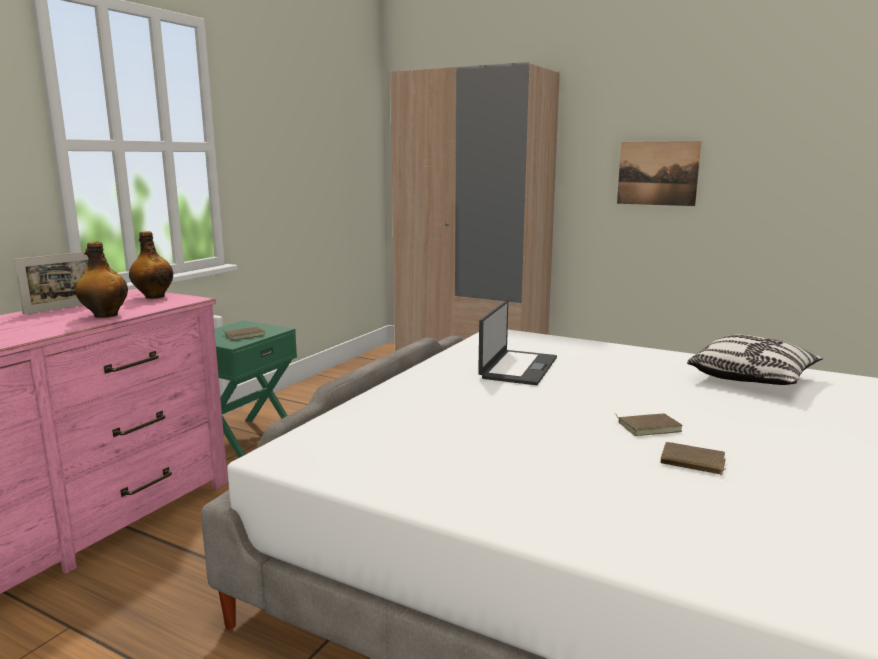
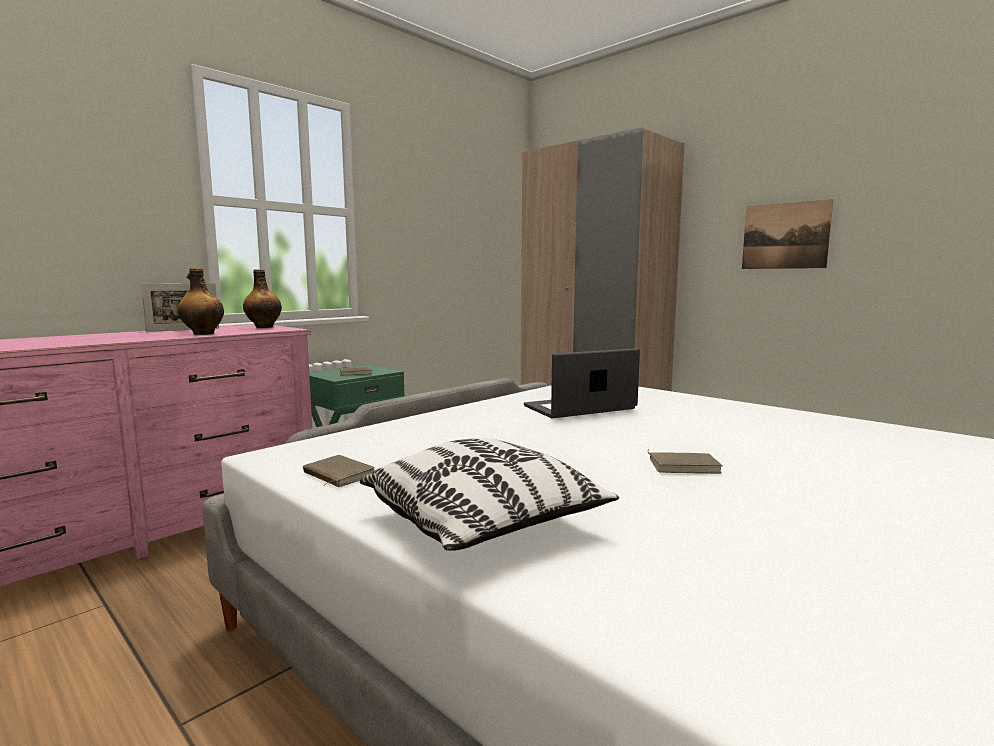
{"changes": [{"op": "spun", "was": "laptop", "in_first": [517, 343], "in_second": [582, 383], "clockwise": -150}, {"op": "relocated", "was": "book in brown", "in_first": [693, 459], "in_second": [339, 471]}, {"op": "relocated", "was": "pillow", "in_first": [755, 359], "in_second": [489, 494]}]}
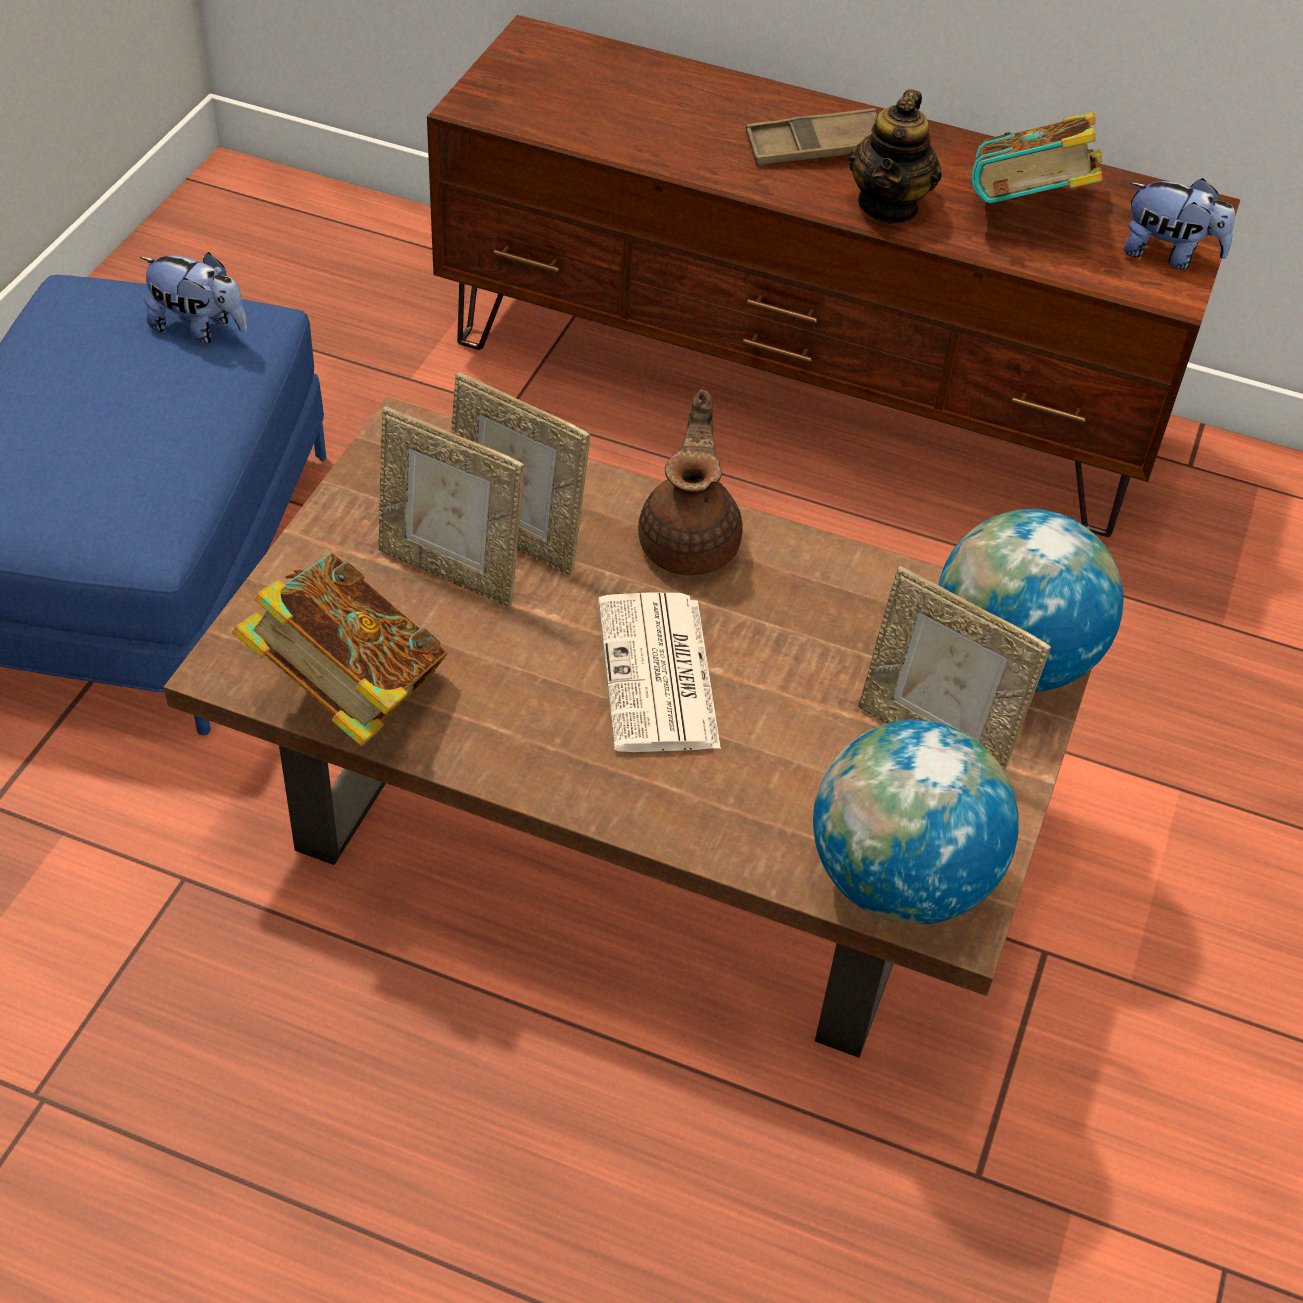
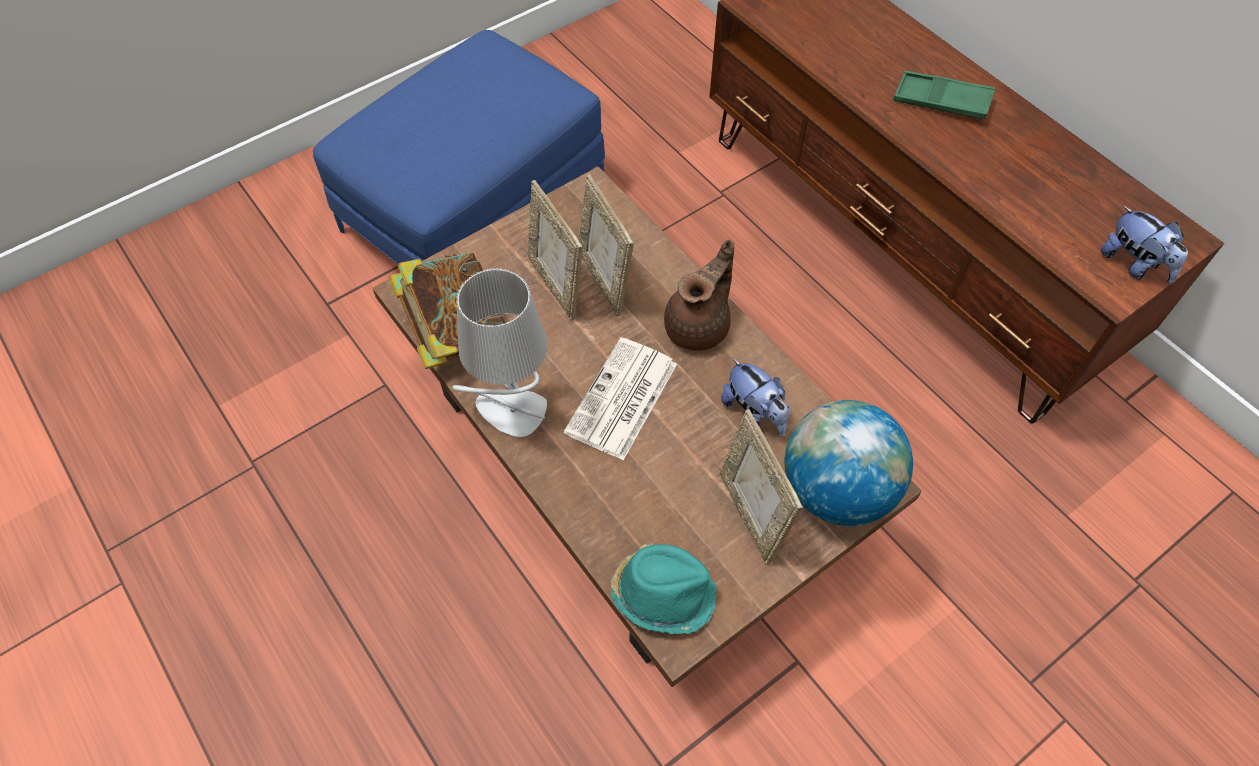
{"changes": [{"op": "relocated", "was": "plush toy", "in_first": [193, 297], "in_second": [755, 397]}, {"op": "colour", "was": "tray in brown", "now": "tray in green", "in_first": [812, 137], "in_second": [944, 95]}, {"op": "exchanged", "was": "globe", "now": "hat in turquoise", "in_first": [916, 822], "in_second": [664, 588]}, {"op": "missing", "was": "teapot", "in_first": [895, 156]}, {"op": "missing", "was": "book", "in_first": [1037, 157]}, {"op": "appeared", "now": "table lamp in grey", "in_second": [500, 353]}]}
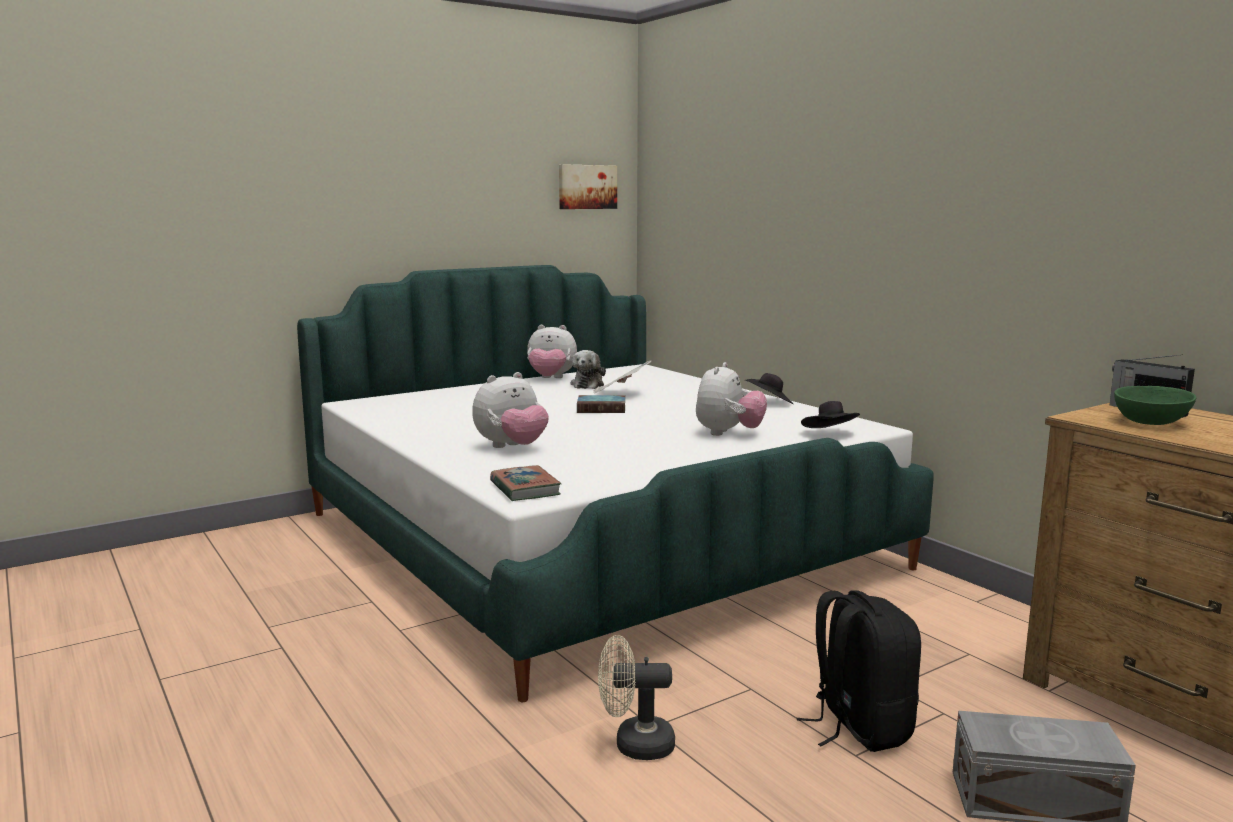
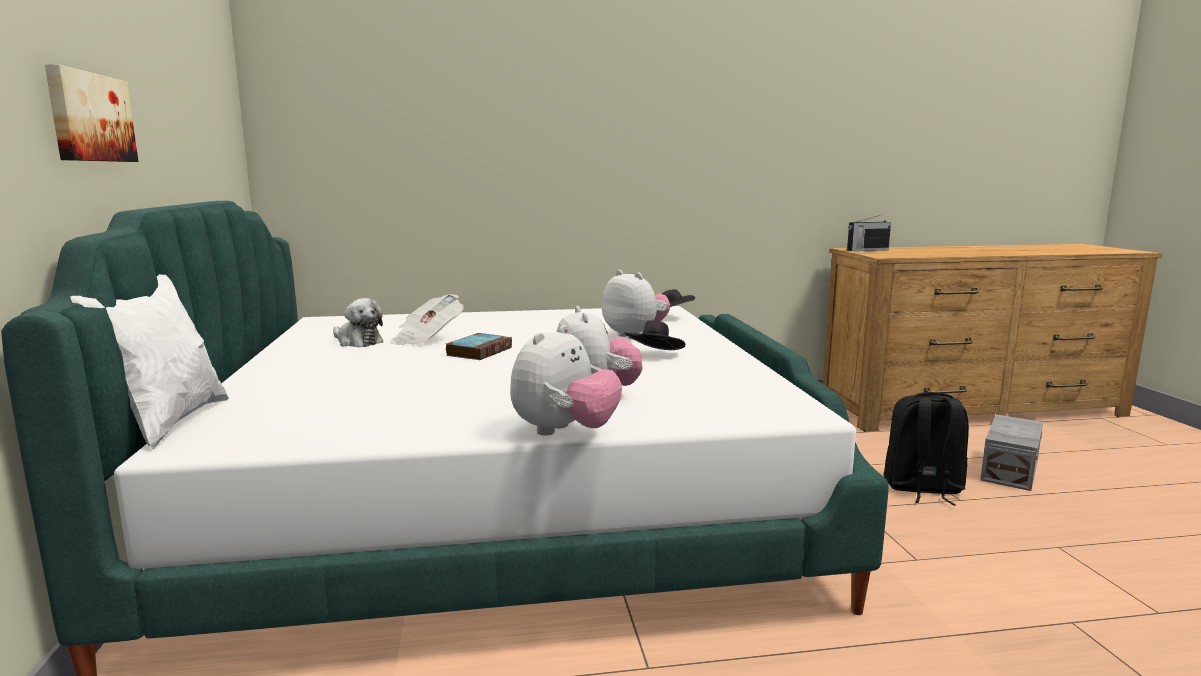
{"changes": [{"op": "missing", "was": "book", "in_first": [526, 483]}, {"op": "relocated", "was": "plush toy", "in_first": [552, 351], "in_second": [566, 380]}, {"op": "relocated", "was": "picture", "in_first": [588, 186], "in_second": [91, 113]}, {"op": "missing", "was": "fan in beige", "in_first": [636, 697]}, {"op": "relocated", "was": "hat in black", "in_first": [769, 388], "in_second": [654, 335]}, {"op": "missing", "was": "bowl in green", "in_first": [1155, 405]}, {"op": "appeared", "now": "pillow in white", "in_second": [149, 361]}]}
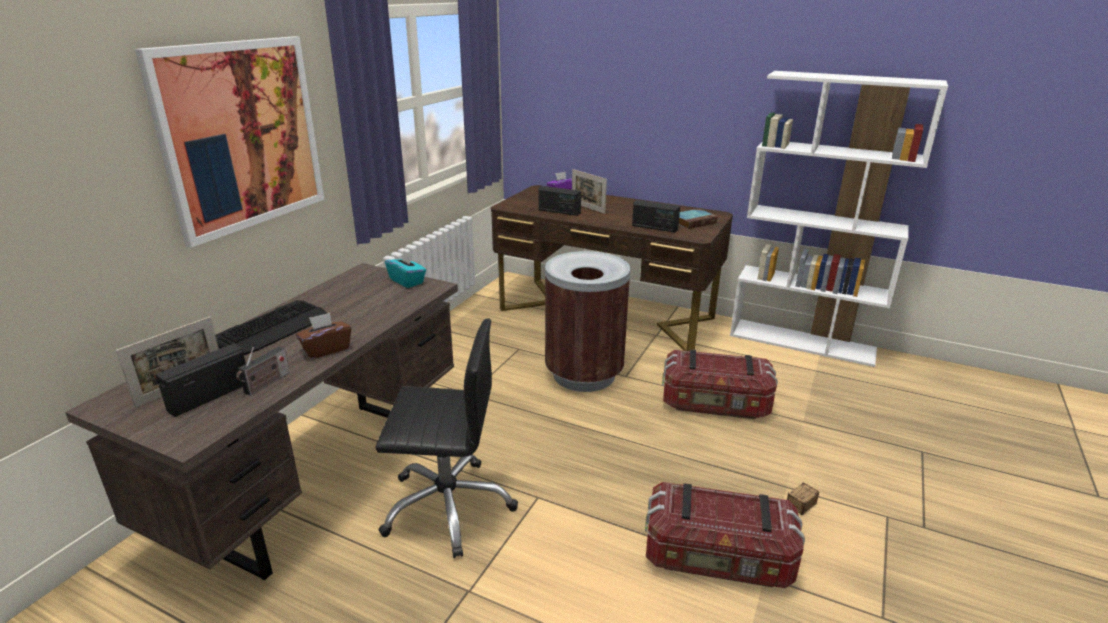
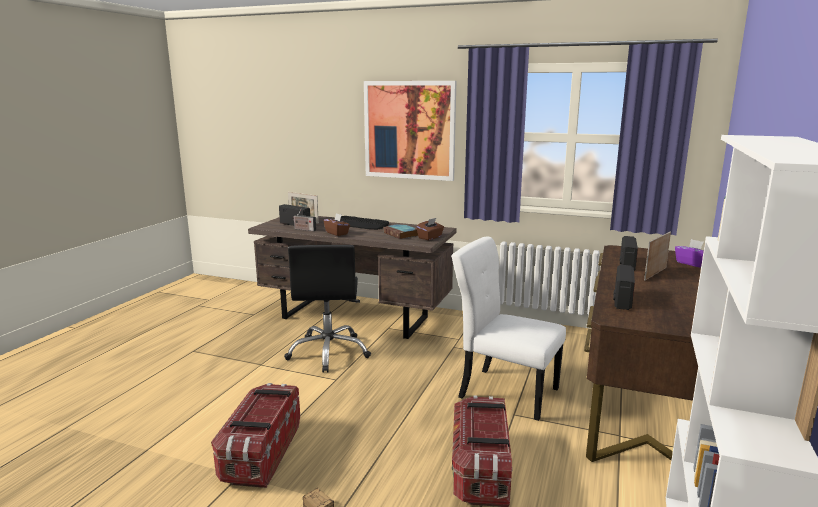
{"changes": [{"op": "colour", "was": "tissue box in turquoise", "now": "tissue box in brown", "in_first": [405, 269], "in_second": [430, 229]}, {"op": "exchanged", "was": "trash can in brown", "now": "chair in white", "in_first": [587, 321], "in_second": [508, 329]}, {"op": "relocated", "was": "book", "in_first": [698, 219], "in_second": [400, 231]}]}
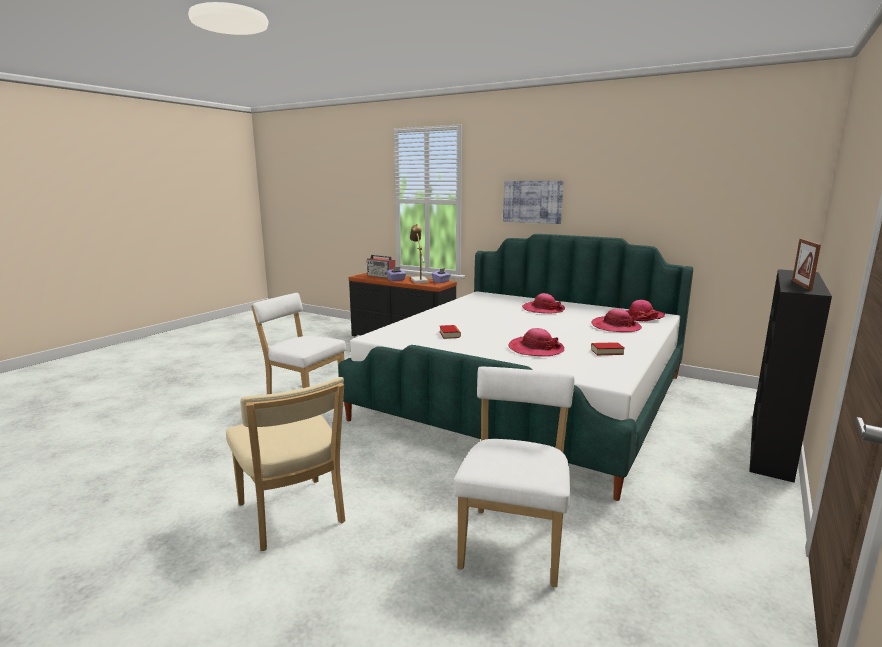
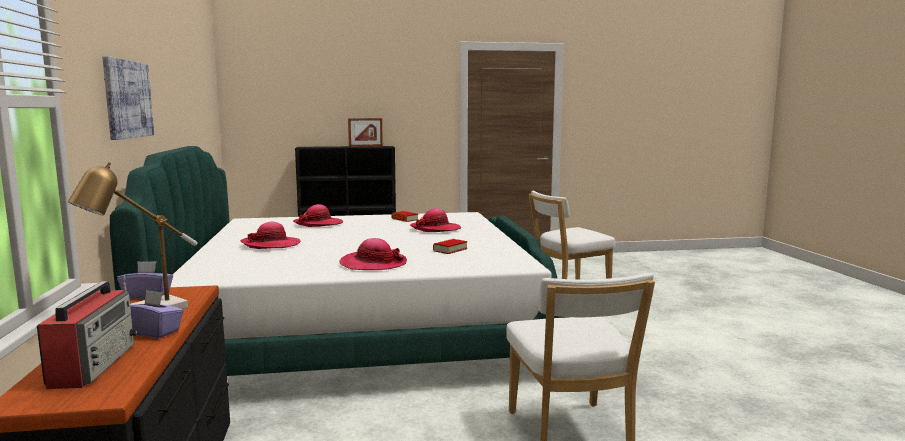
{"changes": [{"op": "missing", "was": "chair in beige", "in_first": [285, 464]}, {"op": "relocated", "was": "hat", "in_first": [645, 310], "in_second": [373, 254]}]}
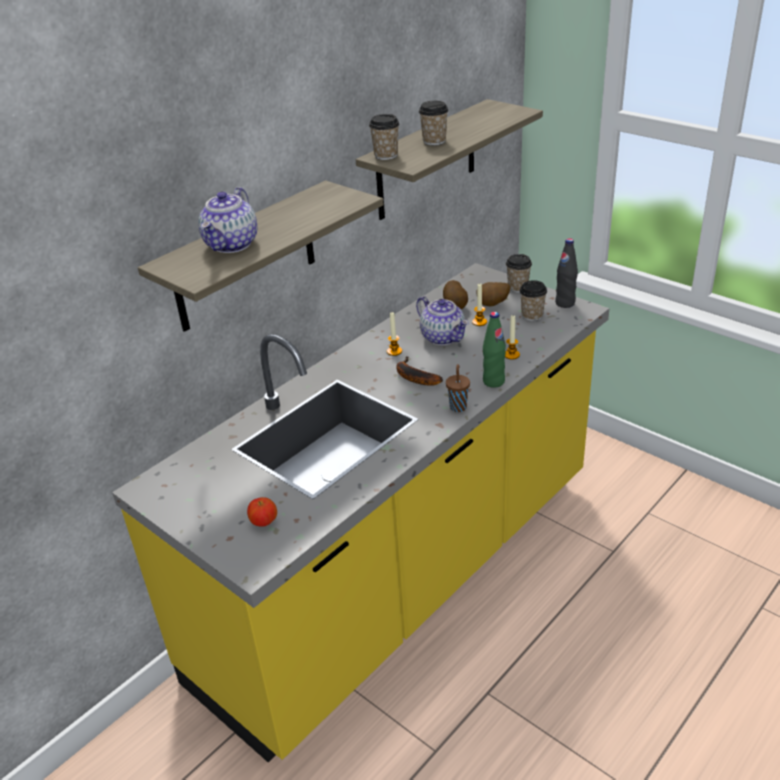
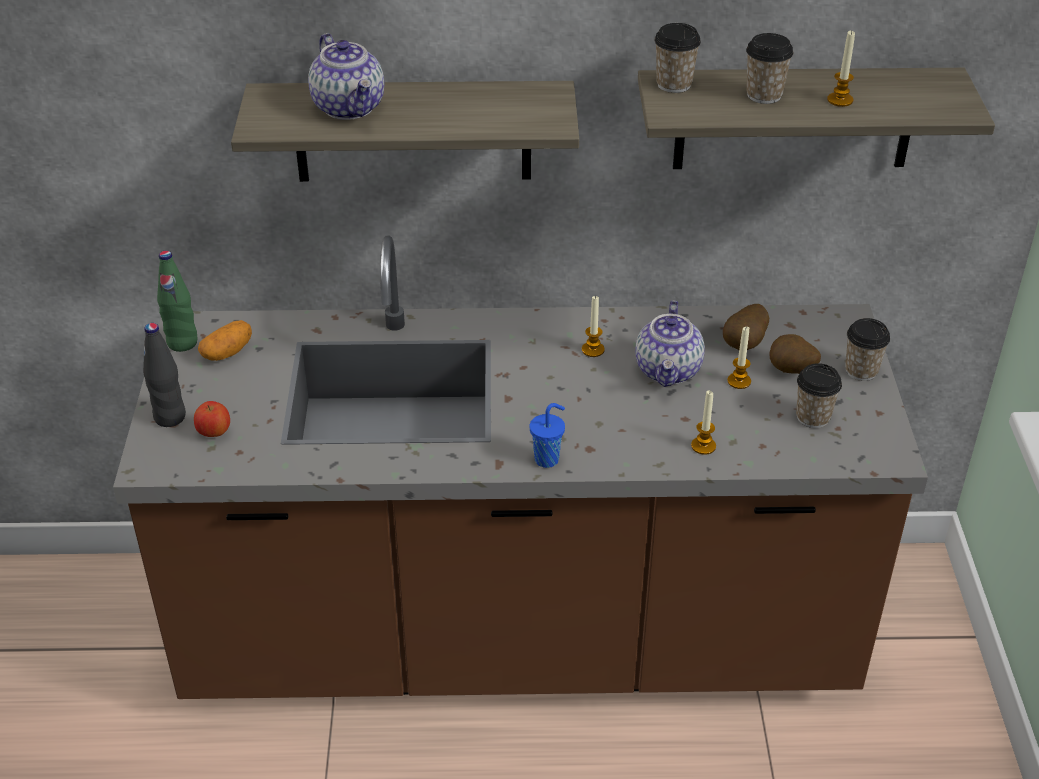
{"changes": [{"op": "colour", "was": "counter in yellow", "now": "counter in brown", "in_first": [361, 512], "in_second": [520, 467]}, {"op": "spun", "was": "teapot", "in_first": [227, 220], "in_second": [346, 76], "clockwise": -90}, {"op": "missing", "was": "banana", "in_first": [419, 371]}, {"op": "colour", "was": "cup in brown", "now": "cup in blue", "in_first": [458, 388], "in_second": [547, 435]}, {"op": "relocated", "was": "bottle in green", "in_first": [494, 350], "in_second": [177, 301]}, {"op": "relocated", "was": "bottle in black", "in_first": [566, 273], "in_second": [164, 375]}, {"op": "appeared", "now": "potato", "in_second": [225, 340]}, {"op": "appeared", "now": "candle", "in_second": [841, 69]}]}
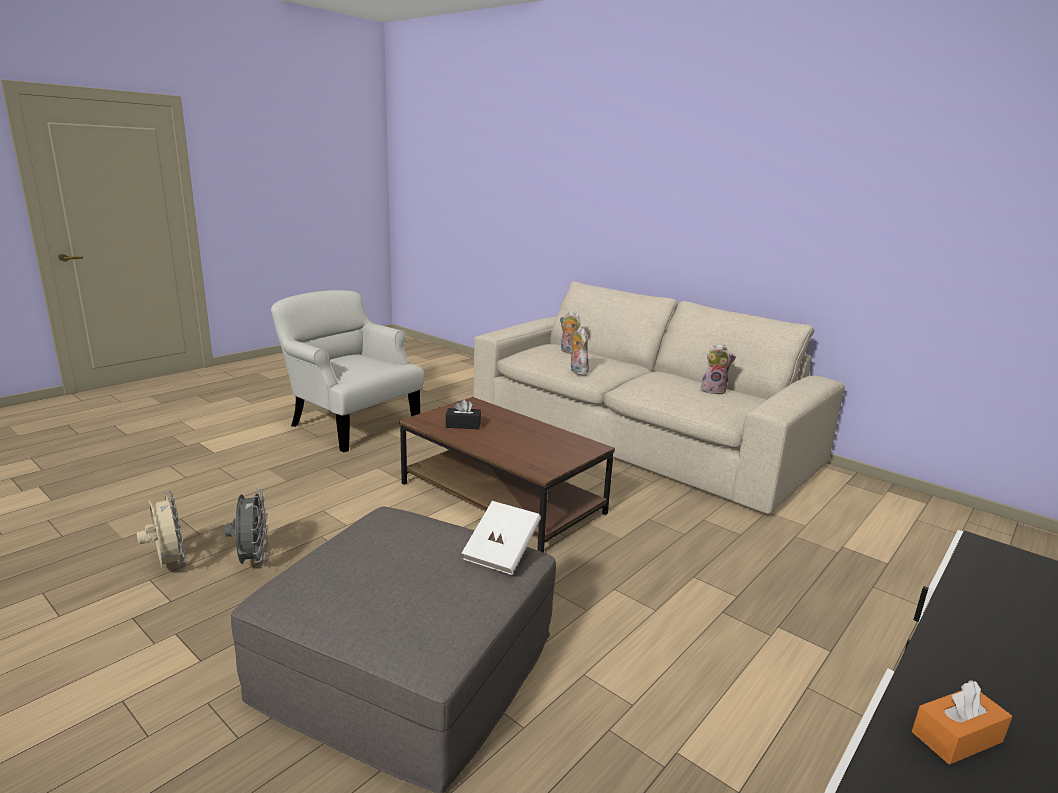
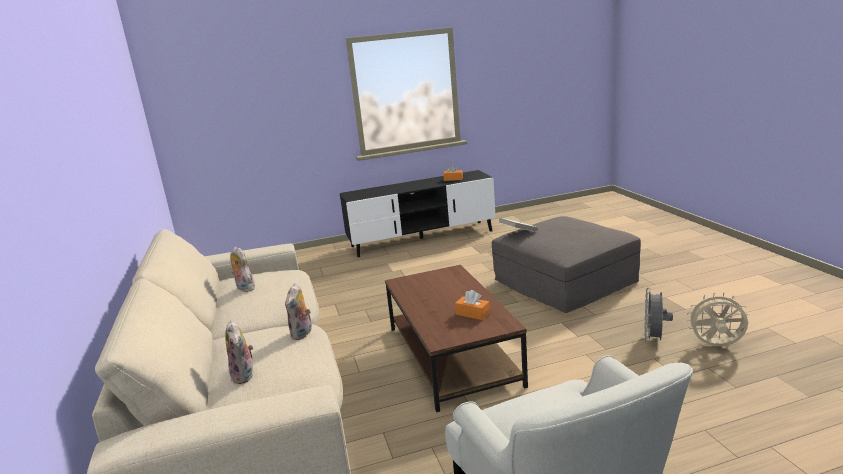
{"changes": [{"op": "spun", "was": "fan in beige", "in_first": [161, 530], "in_second": [717, 319], "clockwise": 105}, {"op": "colour", "was": "tissue box in black", "now": "tissue box in orange", "in_first": [463, 414], "in_second": [472, 305]}]}
